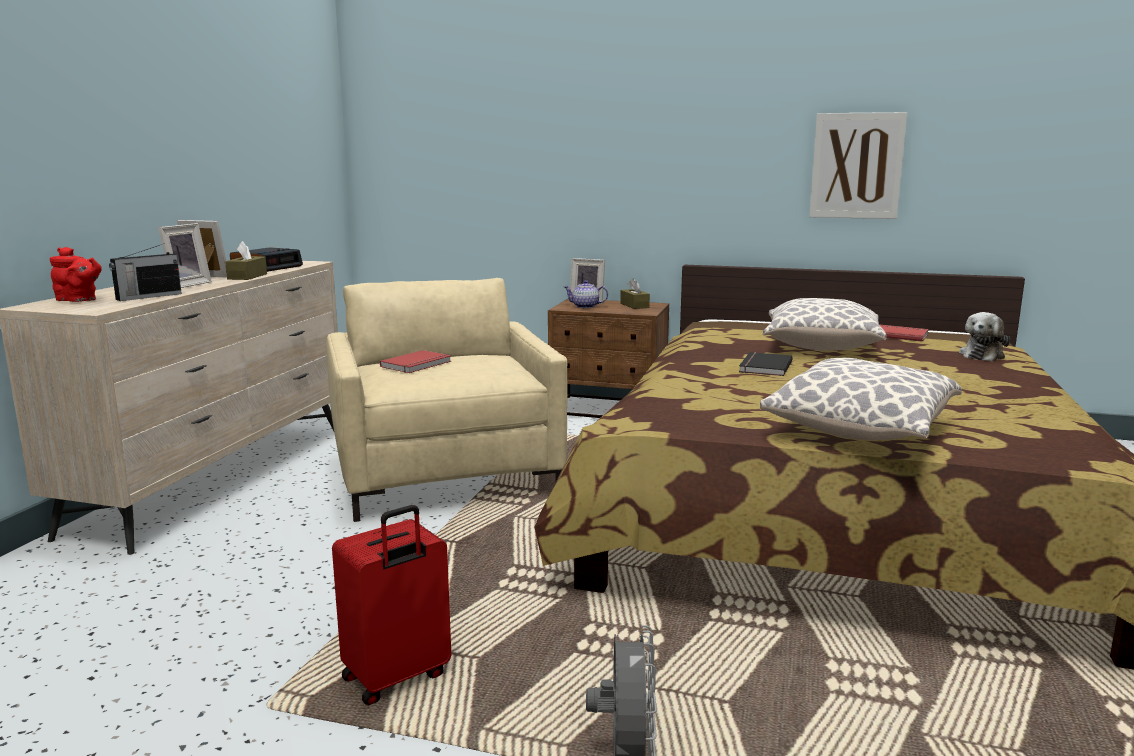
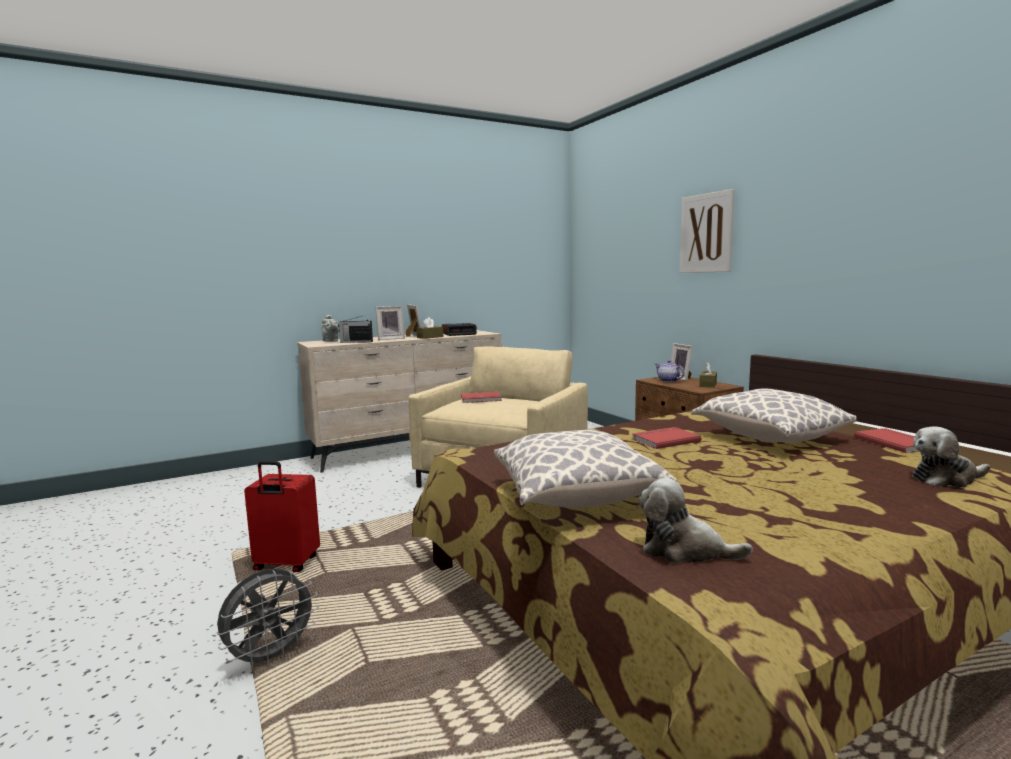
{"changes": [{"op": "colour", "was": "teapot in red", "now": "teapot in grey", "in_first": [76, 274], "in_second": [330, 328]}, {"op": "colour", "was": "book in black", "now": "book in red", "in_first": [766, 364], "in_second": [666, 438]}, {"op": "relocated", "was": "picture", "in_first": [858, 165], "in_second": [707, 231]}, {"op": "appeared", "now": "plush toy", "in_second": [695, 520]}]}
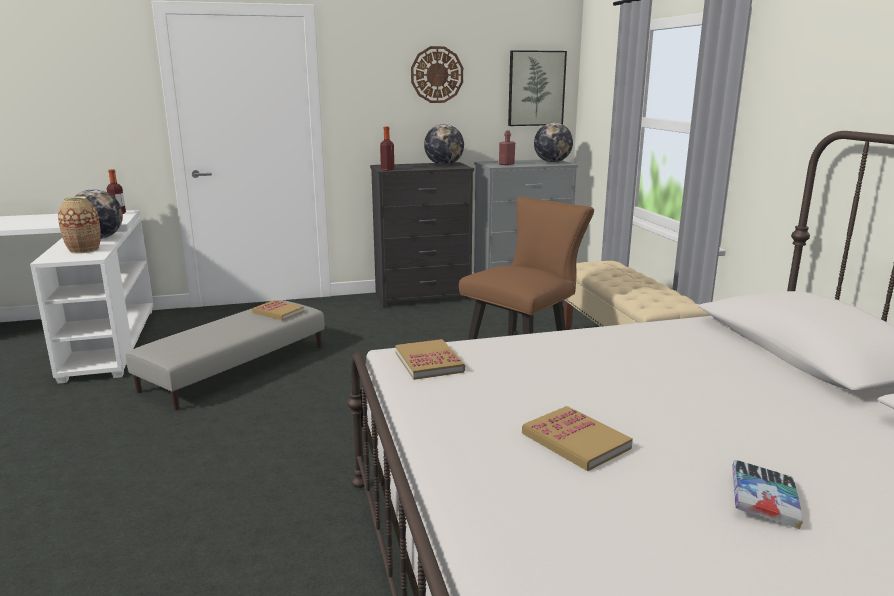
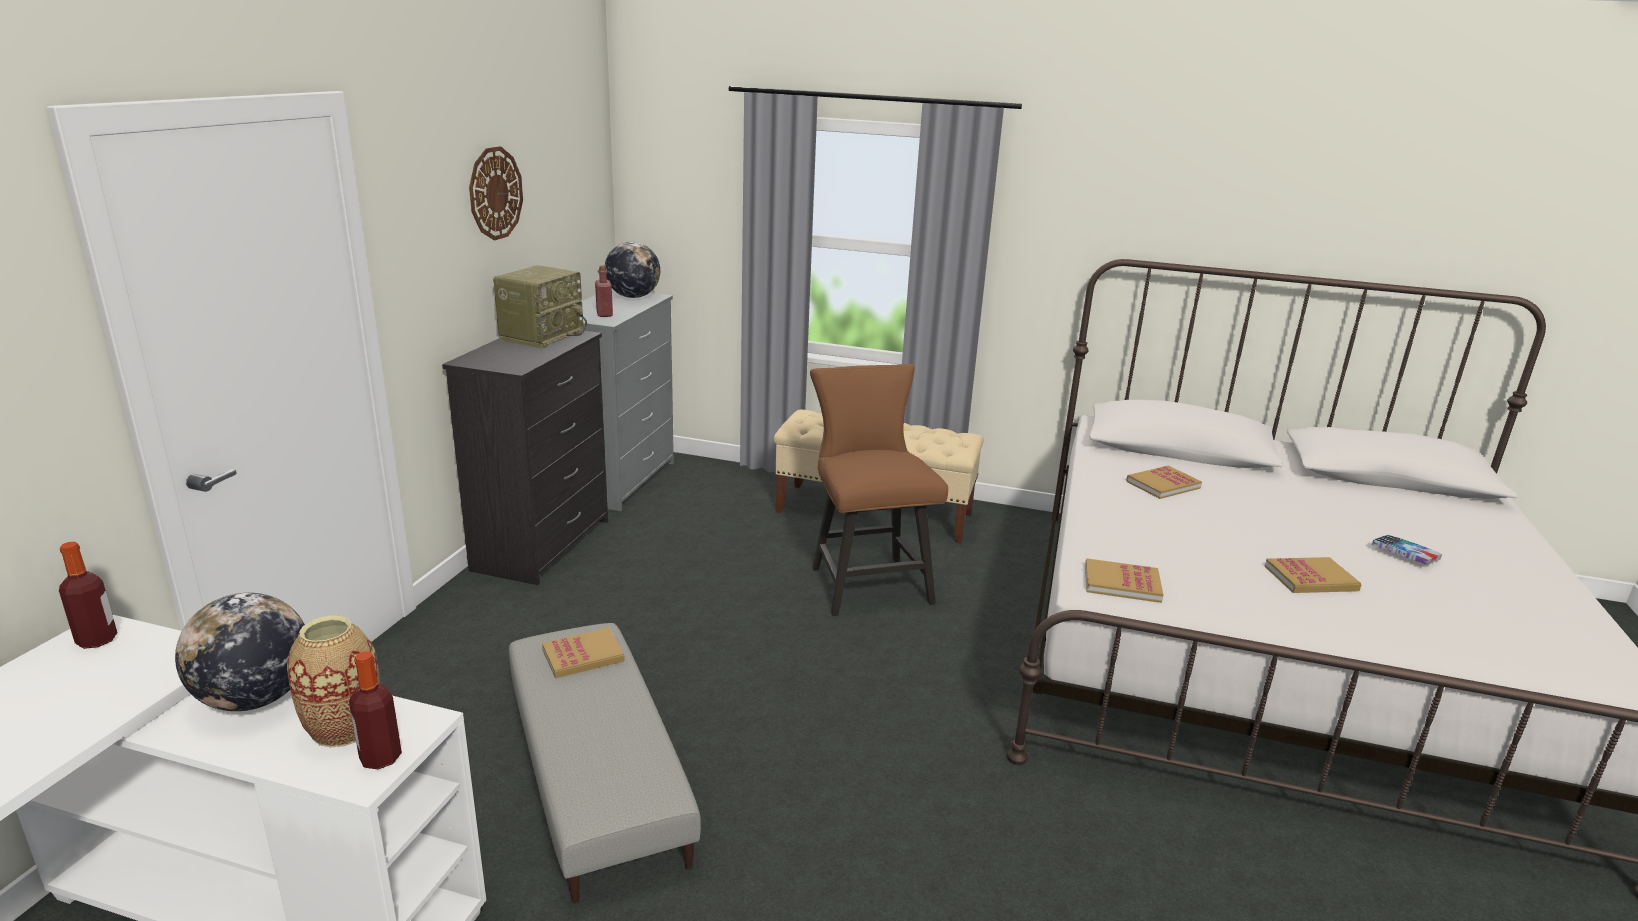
{"changes": [{"op": "relocated", "was": "bottle", "in_first": [387, 149], "in_second": [375, 710]}, {"op": "exchanged", "was": "globe", "now": "radio", "in_first": [444, 144], "in_second": [540, 307]}, {"op": "missing", "was": "picture", "in_first": [537, 88]}, {"op": "appeared", "now": "book", "in_second": [1164, 482]}]}
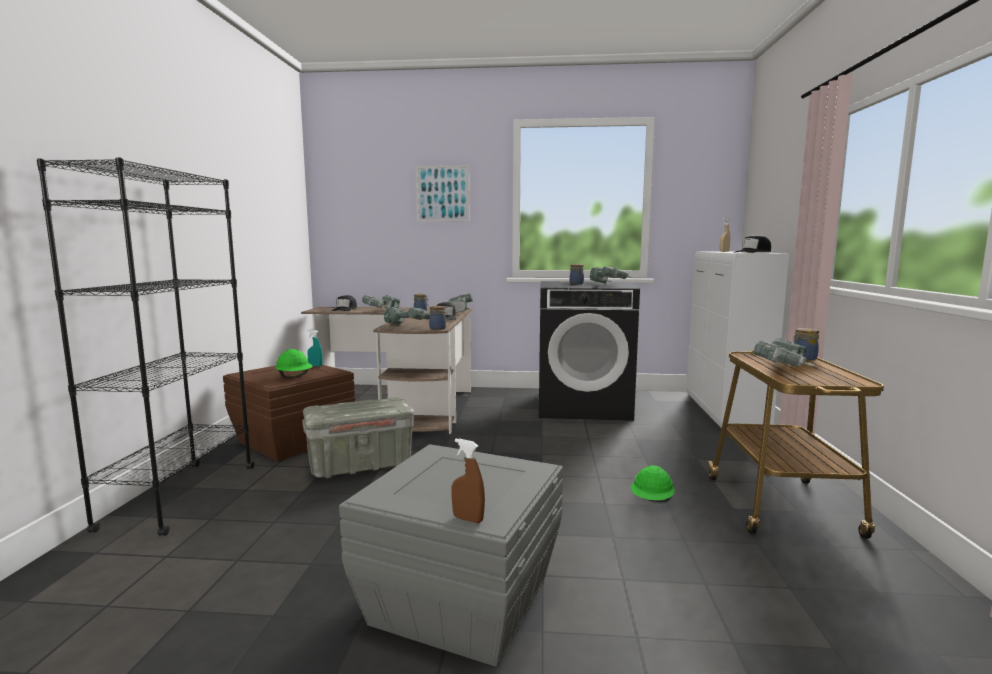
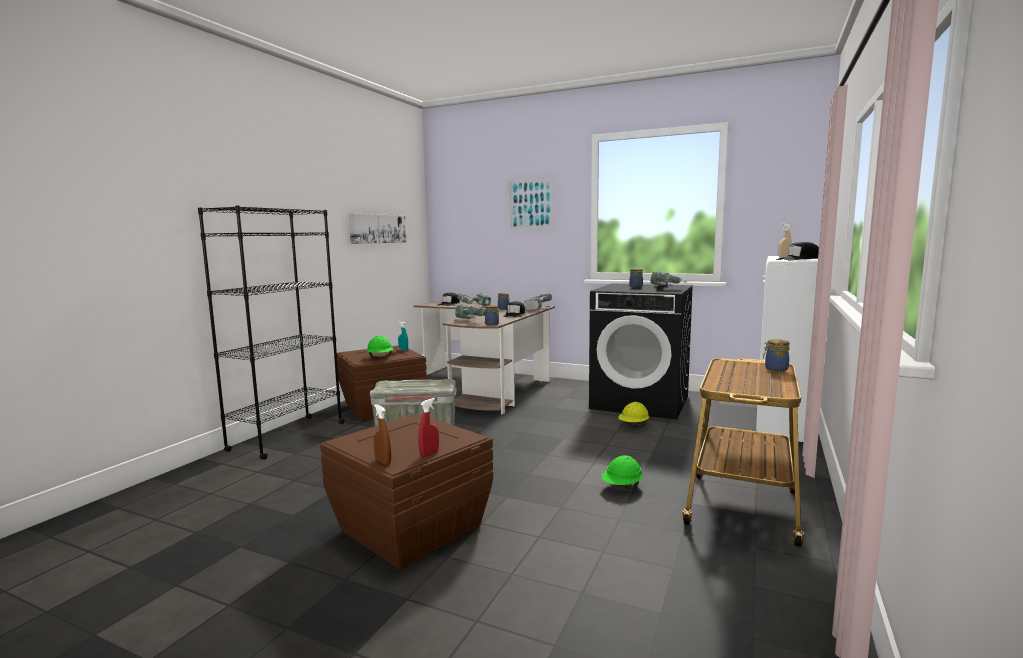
{"changes": [{"op": "colour", "was": "storage box in grey", "now": "storage box in brown", "in_first": [451, 555], "in_second": [406, 492]}, {"op": "missing", "was": "power drill", "in_first": [785, 352]}, {"op": "appeared", "now": "picture", "in_second": [377, 228]}, {"op": "appeared", "now": "spray bottle in red", "in_second": [428, 427]}, {"op": "appeared", "now": "hard hat in yellow", "in_second": [633, 414]}]}
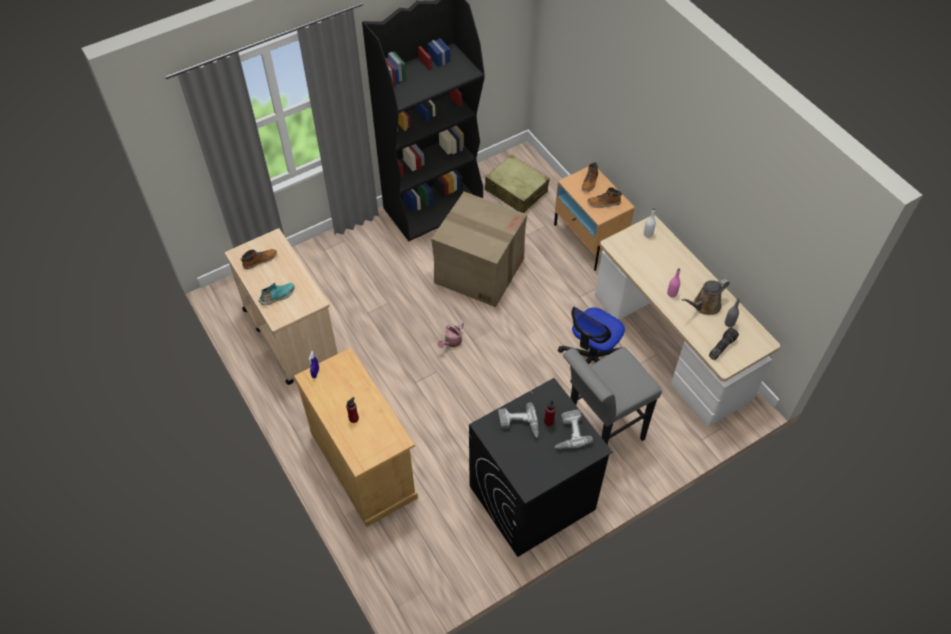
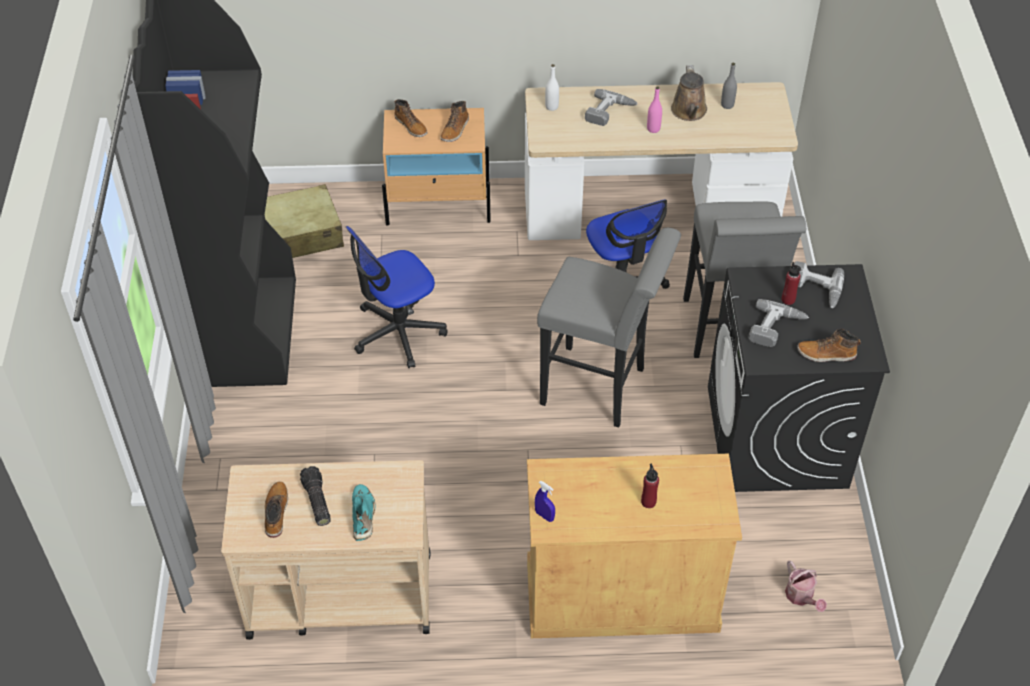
{"changes": [{"op": "exchanged", "was": "cardboard box", "now": "office chair", "in_first": [479, 249], "in_second": [397, 297]}, {"op": "relocated", "was": "watering can", "in_first": [451, 335], "in_second": [806, 586]}, {"op": "relocated", "was": "flashlight", "in_first": [724, 344], "in_second": [315, 496]}, {"op": "appeared", "now": "stool in grey", "in_second": [609, 327]}, {"op": "appeared", "now": "power drill", "in_second": [611, 107]}, {"op": "appeared", "now": "boot", "in_second": [829, 345]}]}
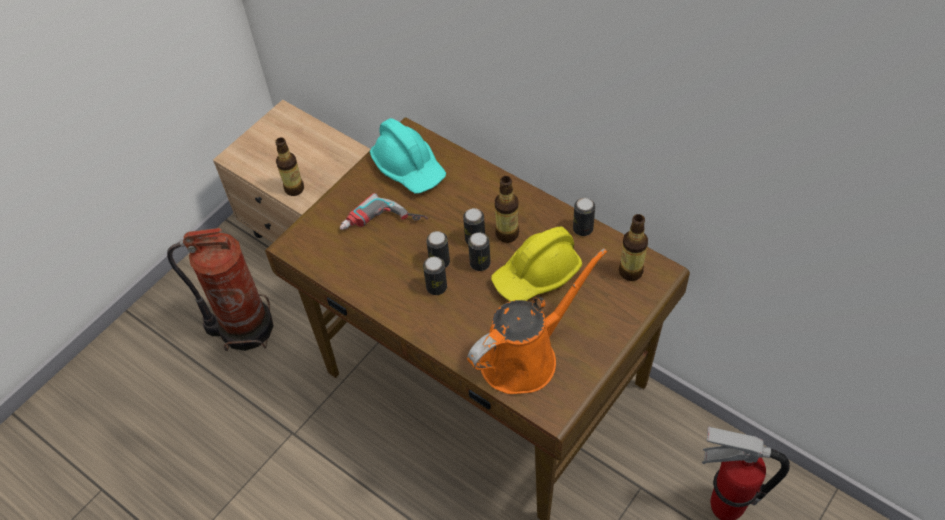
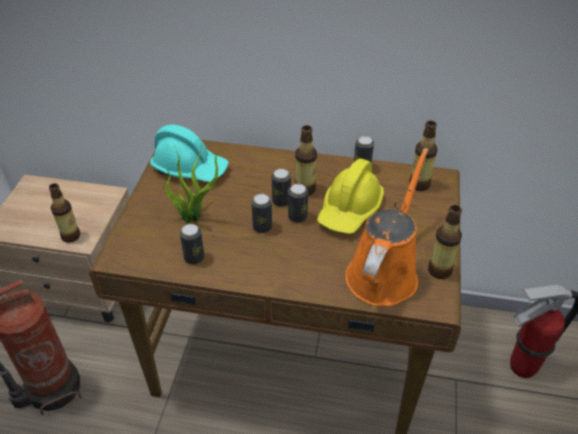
{"changes": [{"op": "exchanged", "was": "power drill", "now": "potted plant", "in_first": [384, 211], "in_second": [192, 184]}, {"op": "relocated", "was": "can", "in_first": [435, 276], "in_second": [192, 244]}, {"op": "appeared", "now": "bottle", "in_second": [445, 242]}]}
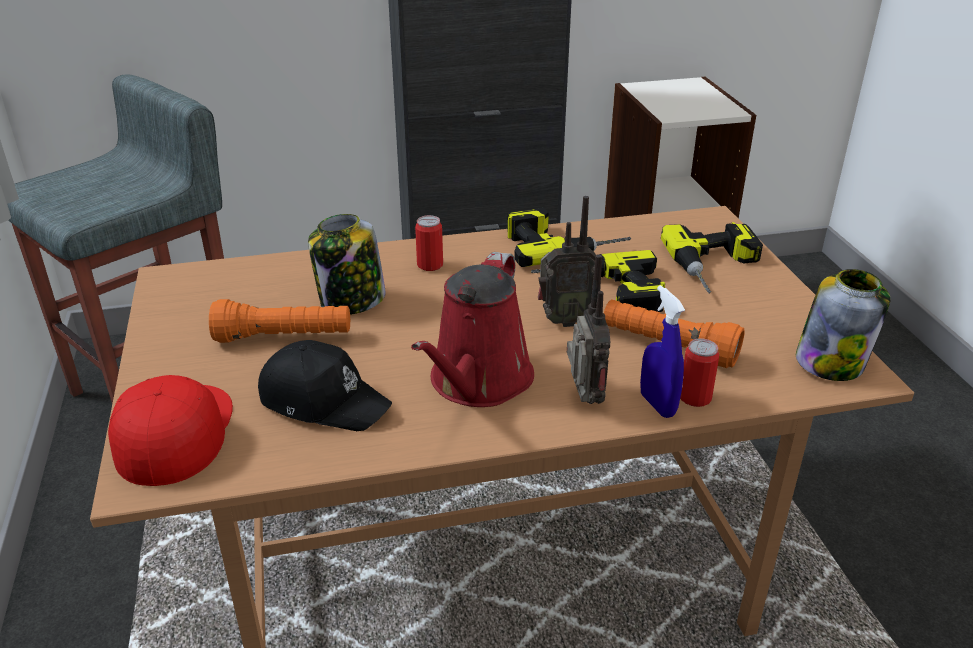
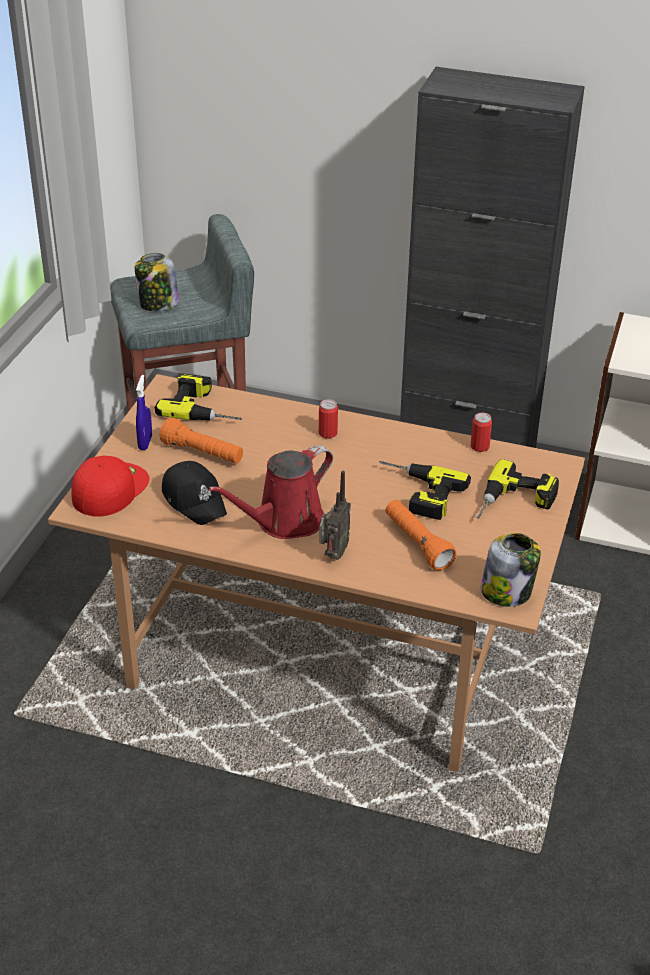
{"changes": [{"op": "relocated", "was": "jar", "in_first": [347, 264], "in_second": [157, 282]}, {"op": "relocated", "was": "power drill", "in_first": [569, 237], "in_second": [198, 397]}, {"op": "missing", "was": "radio", "in_first": [567, 261]}, {"op": "relocated", "was": "spray bottle in blue", "in_first": [662, 351], "in_second": [144, 412]}, {"op": "relocated", "was": "can", "in_first": [699, 372], "in_second": [481, 432]}]}
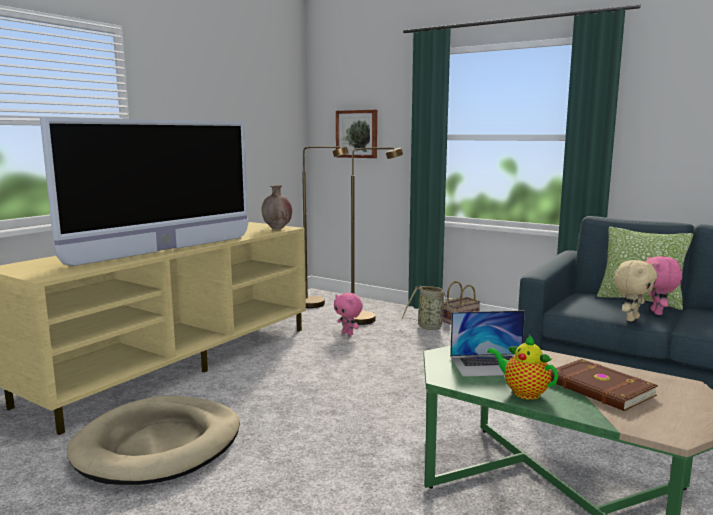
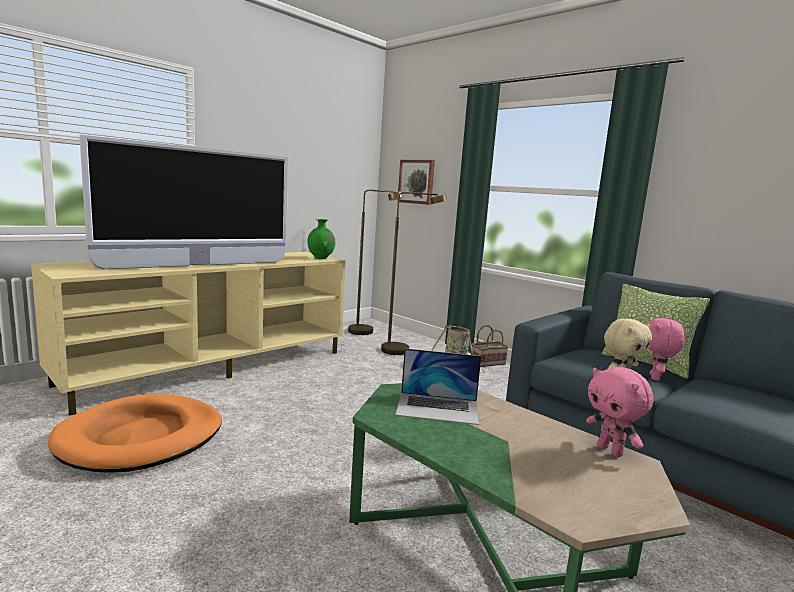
{"changes": [{"op": "colour", "was": "dog bed in beige", "now": "dog bed in orange", "in_first": [153, 440], "in_second": [135, 433]}, {"op": "colour", "was": "vase in brown", "now": "vase in green", "in_first": [277, 207], "in_second": [321, 239]}, {"op": "relocated", "was": "plush toy in pink", "in_first": [348, 314], "in_second": [620, 412]}, {"op": "missing", "was": "teapot", "in_first": [522, 367]}, {"op": "missing", "was": "book in brown", "in_first": [604, 385]}]}
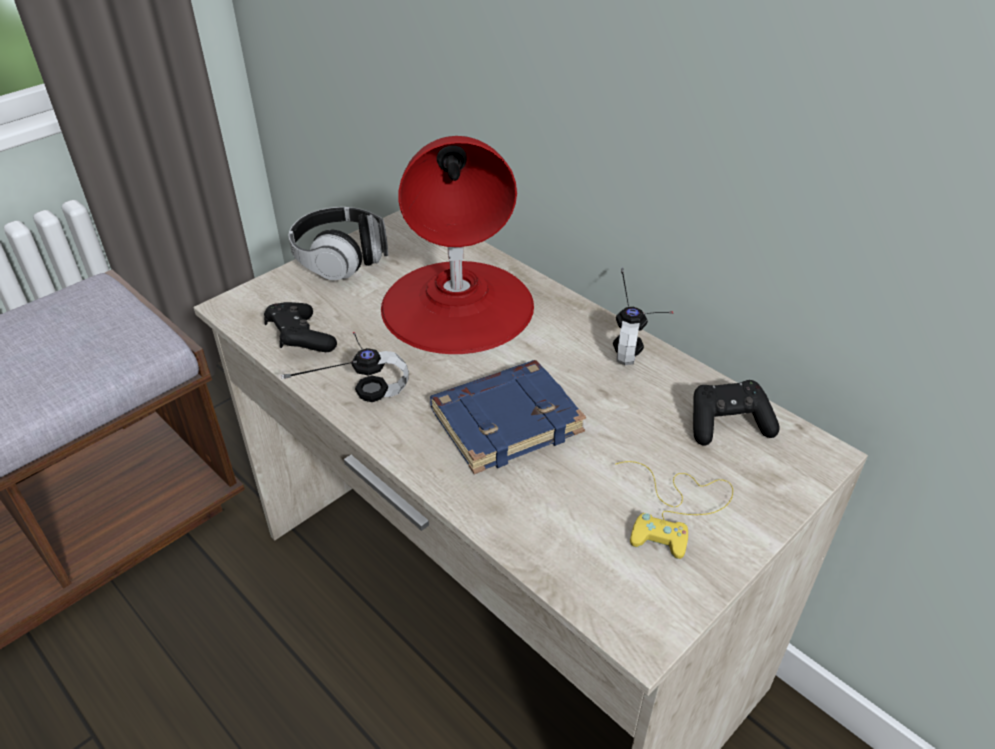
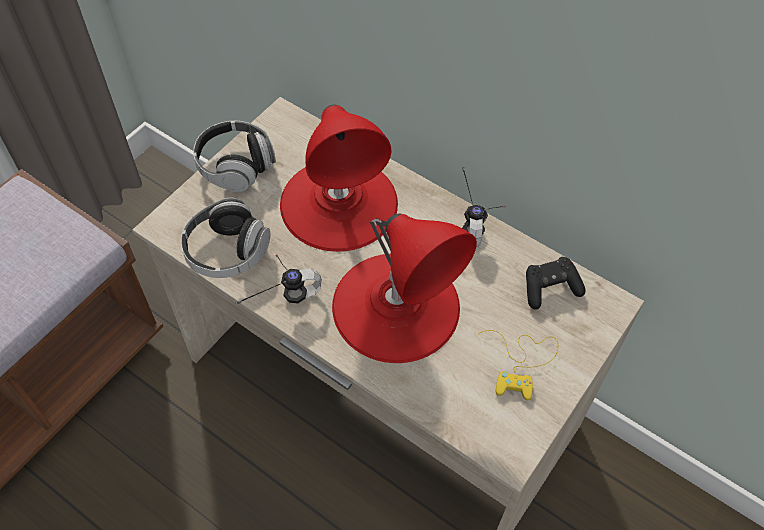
{"changes": [{"op": "exchanged", "was": "game controller in black", "now": "headphones", "in_first": [300, 327], "in_second": [225, 238]}, {"op": "exchanged", "was": "book in blue", "now": "table lamp in red", "in_first": [508, 417], "in_second": [404, 288]}]}
